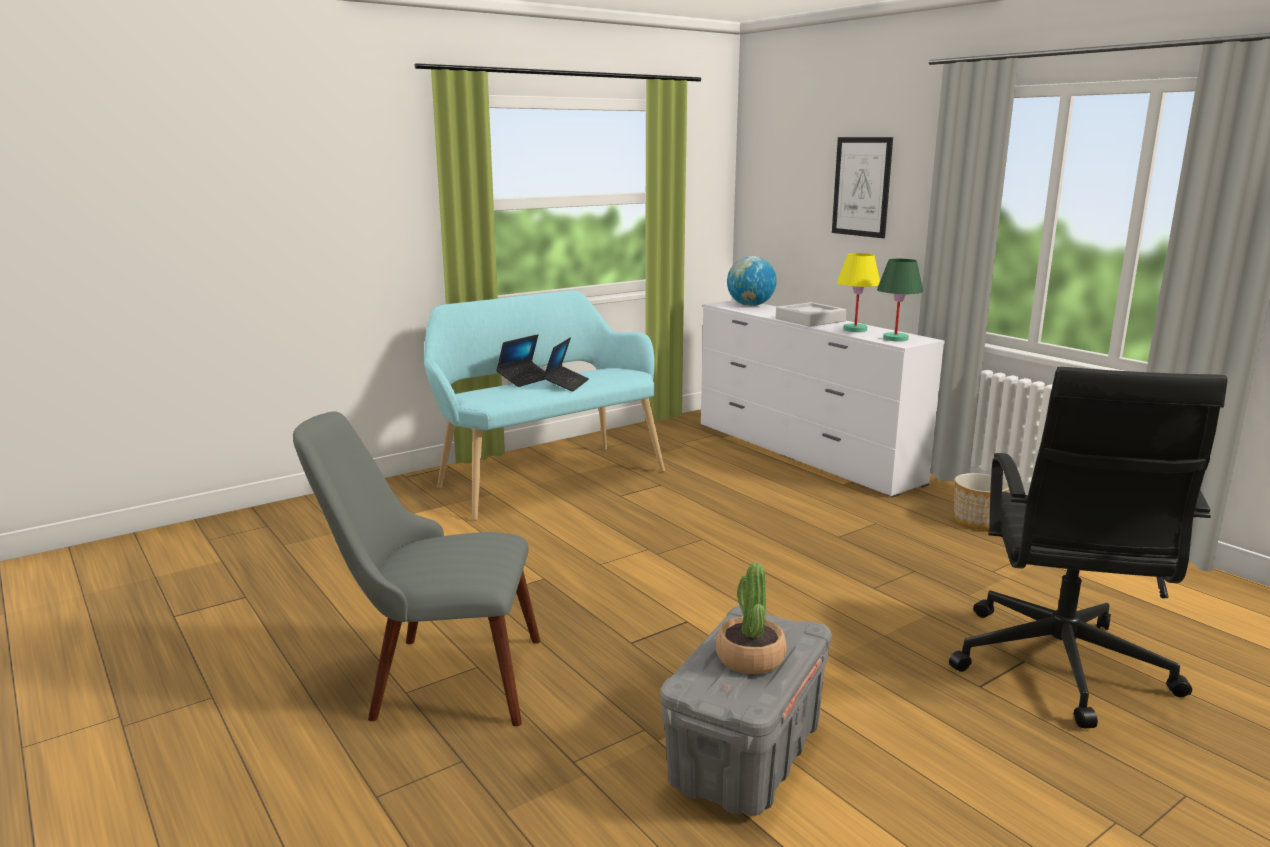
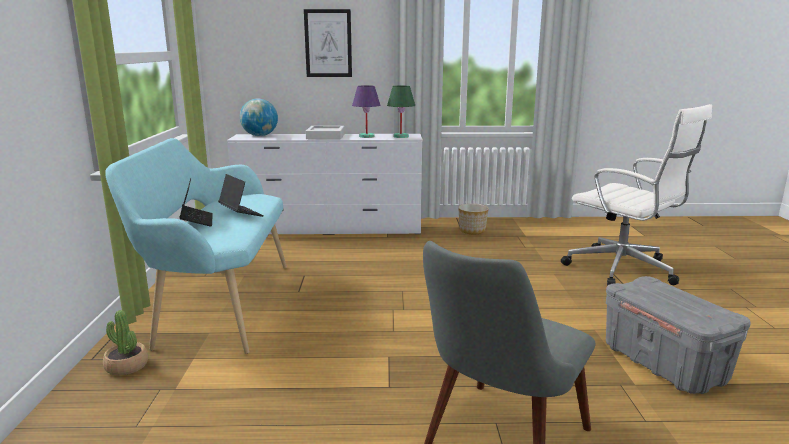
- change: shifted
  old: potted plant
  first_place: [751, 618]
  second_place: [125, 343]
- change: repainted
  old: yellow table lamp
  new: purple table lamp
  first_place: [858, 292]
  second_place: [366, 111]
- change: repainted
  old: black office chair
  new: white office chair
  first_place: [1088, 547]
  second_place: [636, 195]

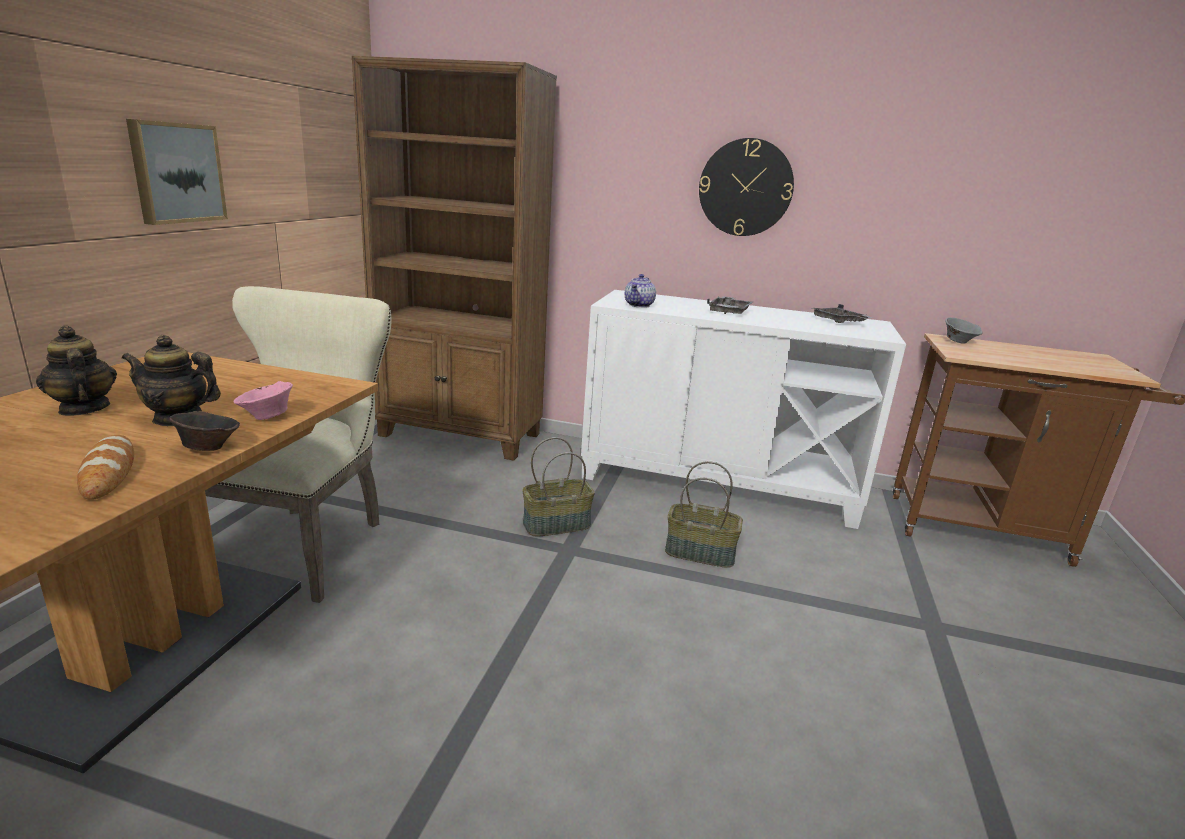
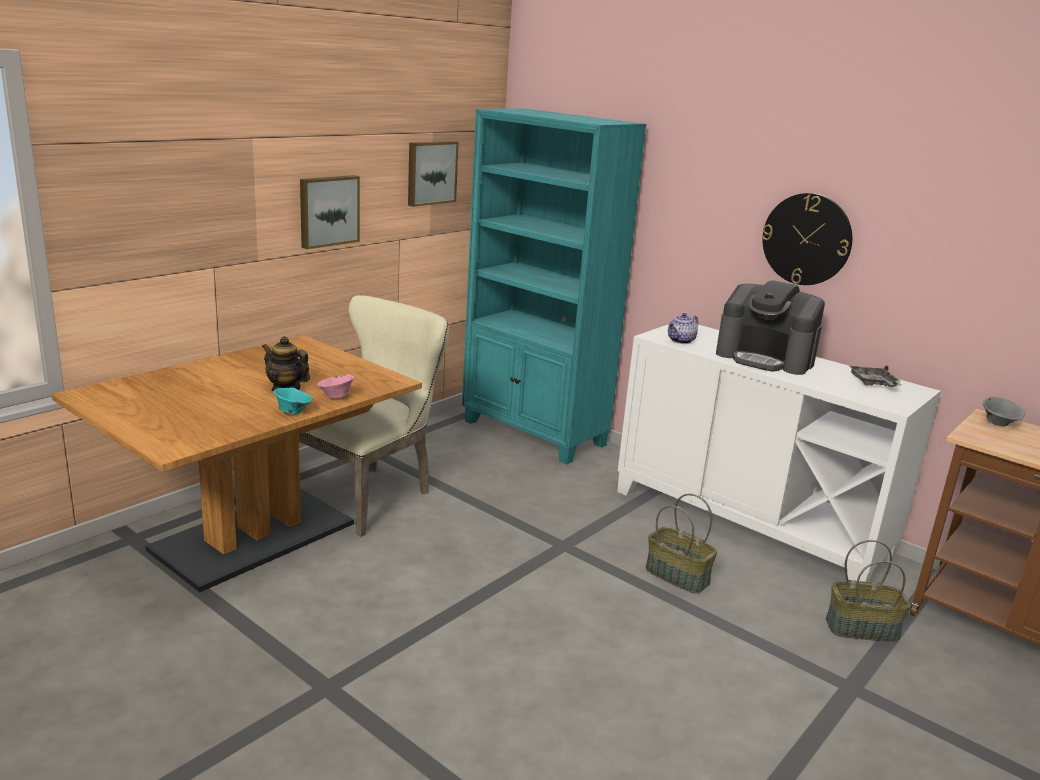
- change: gone
  old: teapot
  first_place: [76, 370]
- change: gone
  old: bread
  first_place: [105, 467]
- change: new
  new: picture
  second_place: [433, 174]
- change: shifted
  old: basket
  first_place: [558, 486]
  second_place: [868, 591]
- change: swapped
  old: grey tray
  new: coffee machine
  first_place: [730, 305]
  second_place: [770, 327]
- change: repainted
  old: brown bowl
  new: turquoise bowl
  first_place: [204, 431]
  second_place: [293, 400]
- change: repainted
  old: brown bookcase
  new: turquoise bookcase
  first_place: [454, 258]
  second_place: [554, 286]

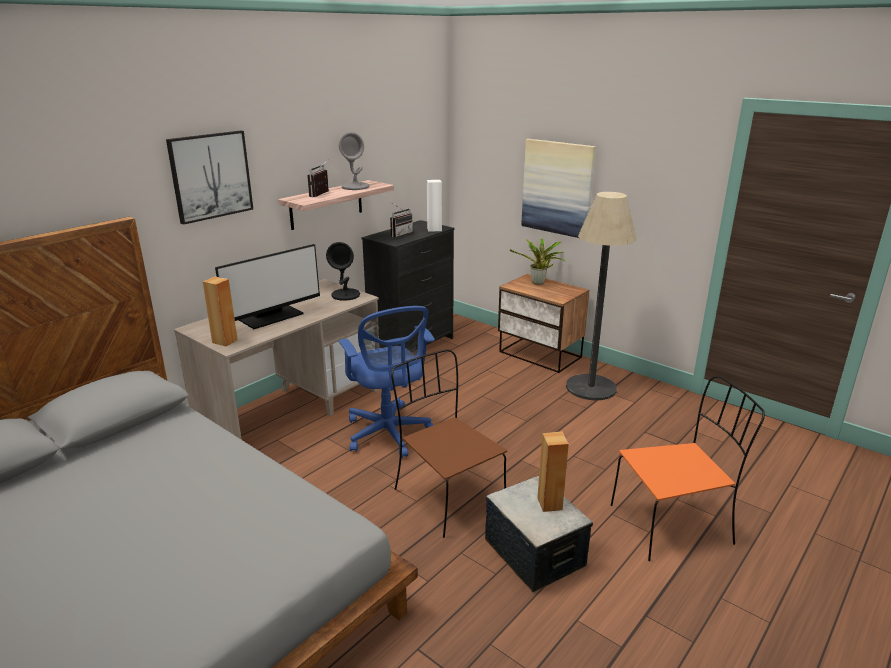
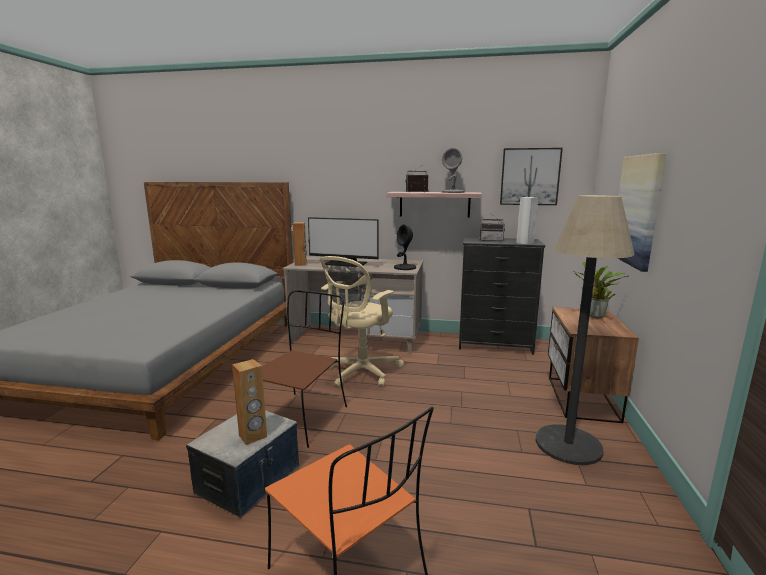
- change: shifted
  old: picture
  first_place: [209, 178]
  second_place: [531, 176]
- change: repainted
  old: blue office chair
  new: beige office chair
  first_place: [387, 382]
  second_place: [362, 321]

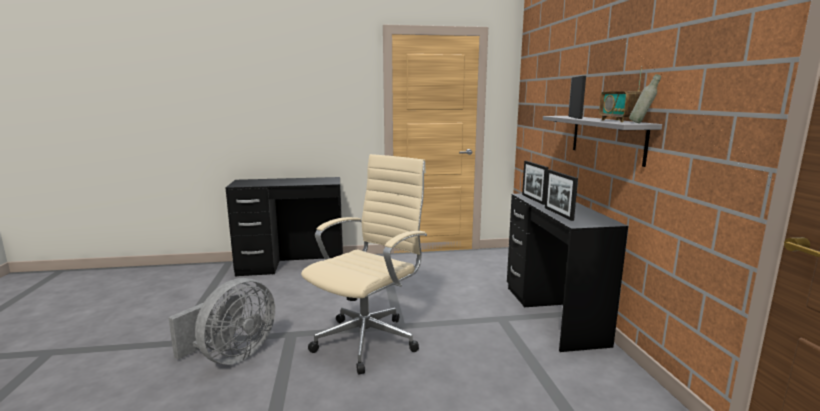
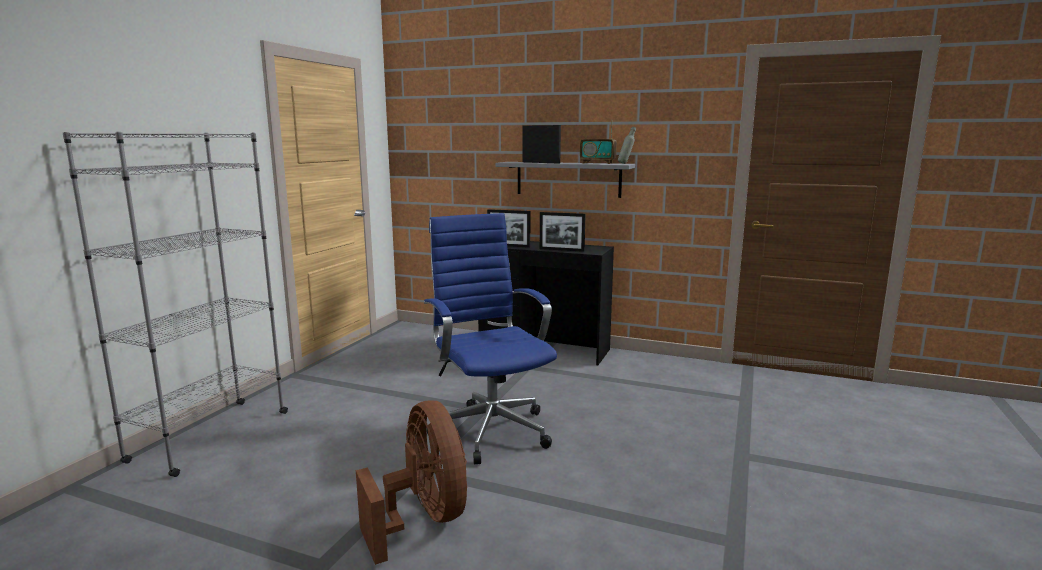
- change: swapped
  old: black desk
  new: grey bookcase
  first_place: [284, 226]
  second_place: [175, 304]
- change: repainted
  old: grey fan
  new: brown fan
  first_place: [221, 321]
  second_place: [411, 482]
- change: repainted
  old: beige office chair
  new: blue office chair
  first_place: [364, 264]
  second_place: [490, 338]

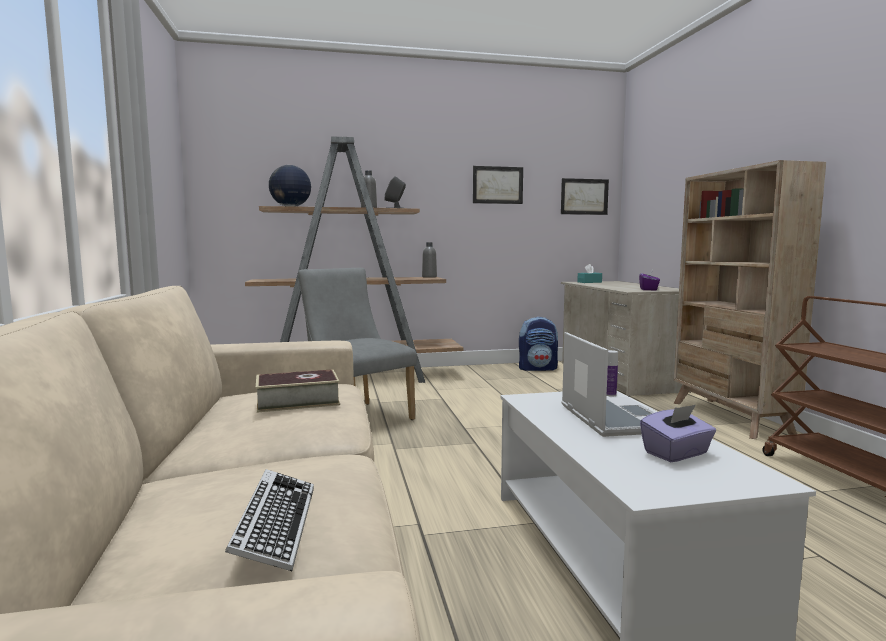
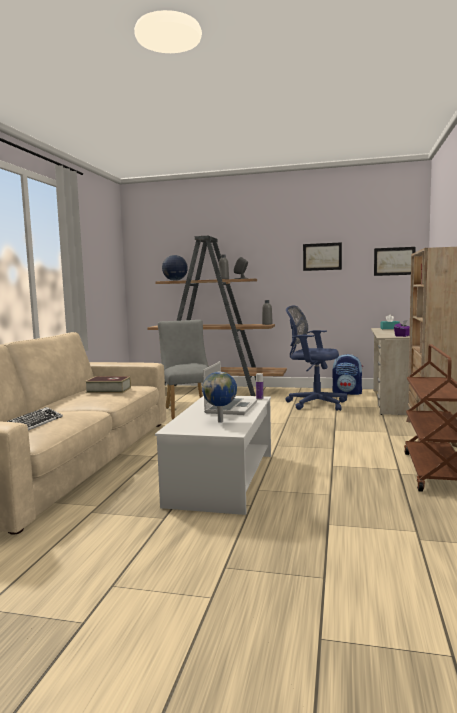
- change: new
  new: blue office chair
  second_place: [316, 358]
- change: swapped
  old: purple tissue box
  new: globe
  first_place: [678, 433]
  second_place: [219, 397]

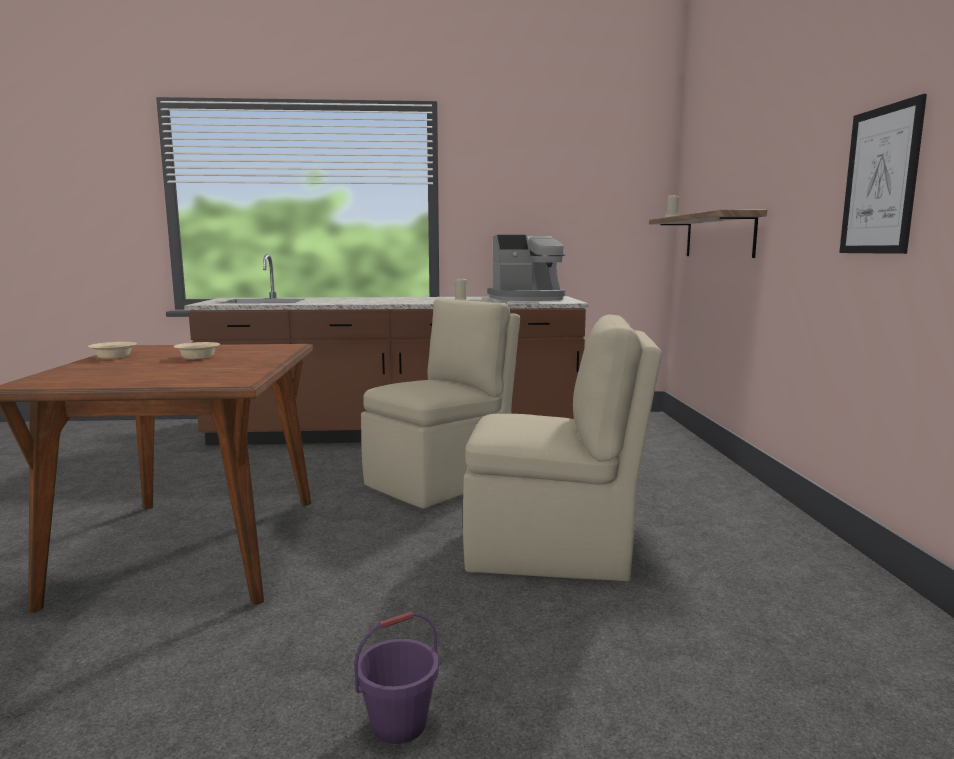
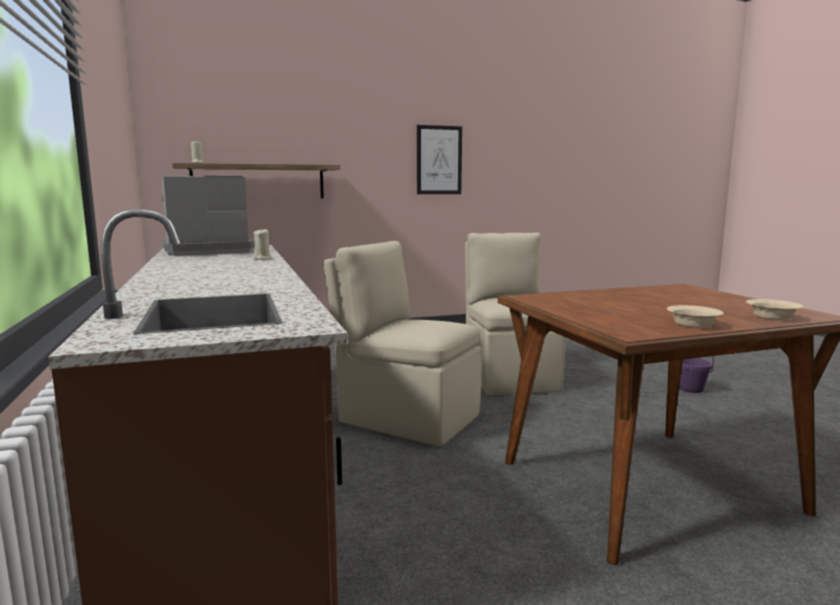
- change: shifted
  old: beige bowl
  first_place: [197, 350]
  second_place: [774, 309]
- change: rotated
  old: coffee machine
  first_place: [526, 268]
  second_place: [208, 216]
  degrees: -90

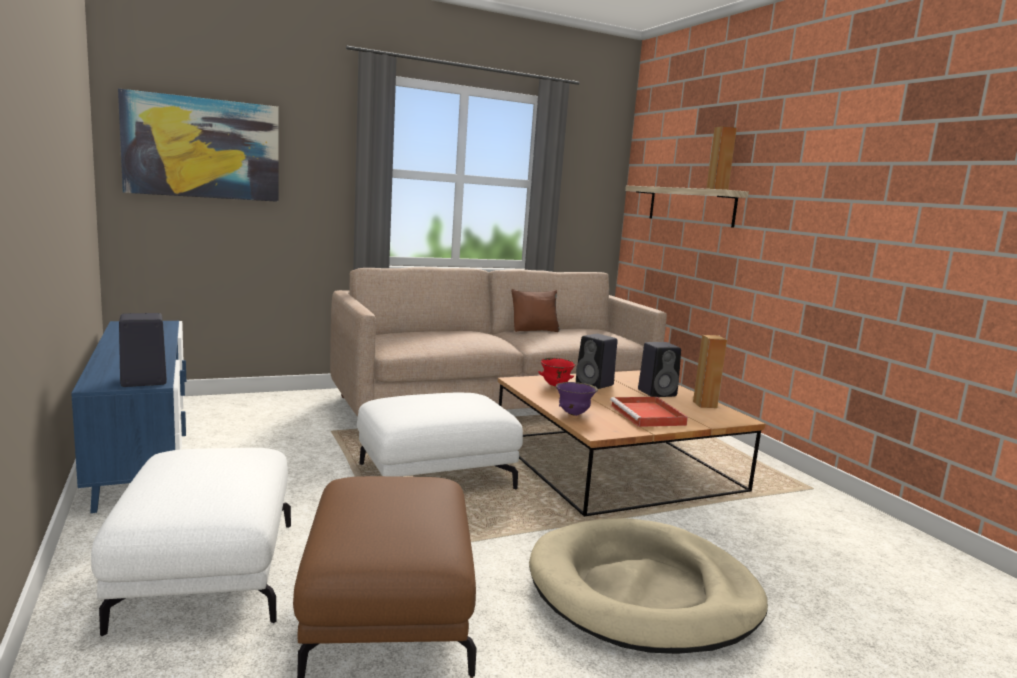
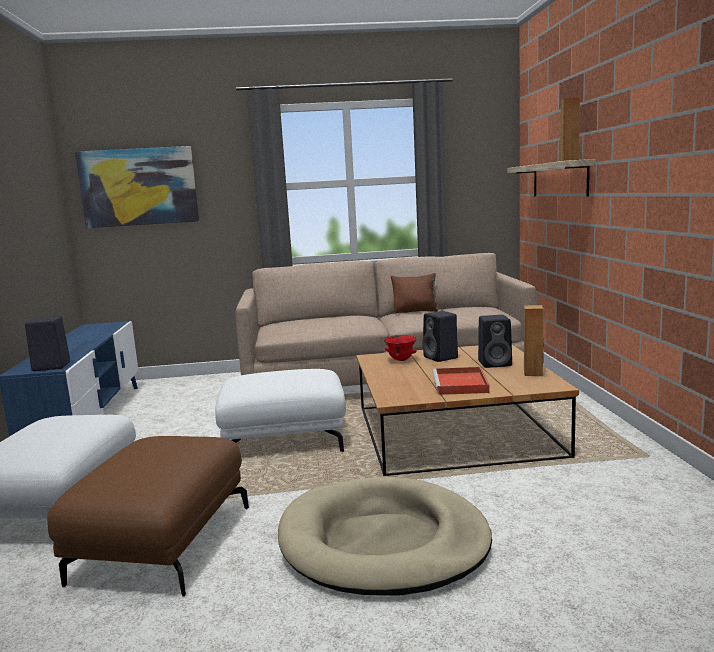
- change: gone
  old: purple bowl
  first_place: [577, 399]

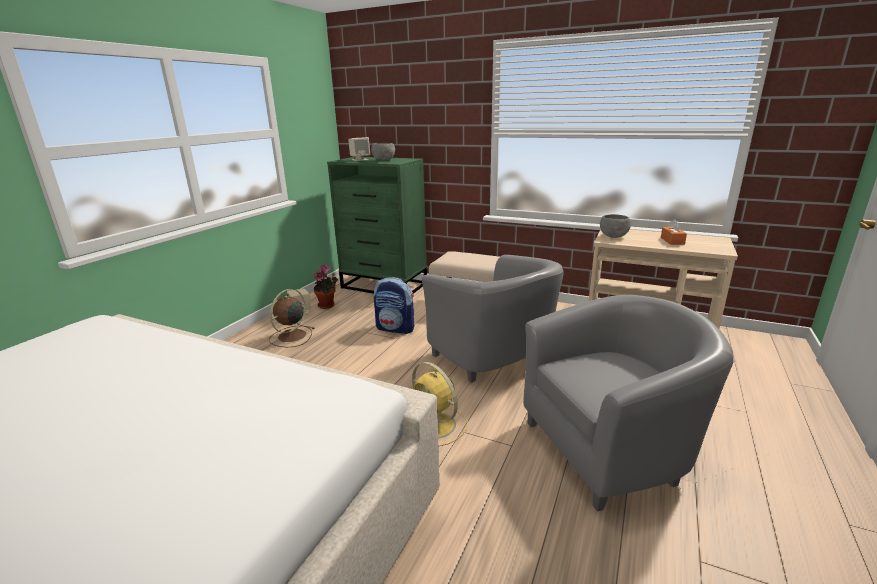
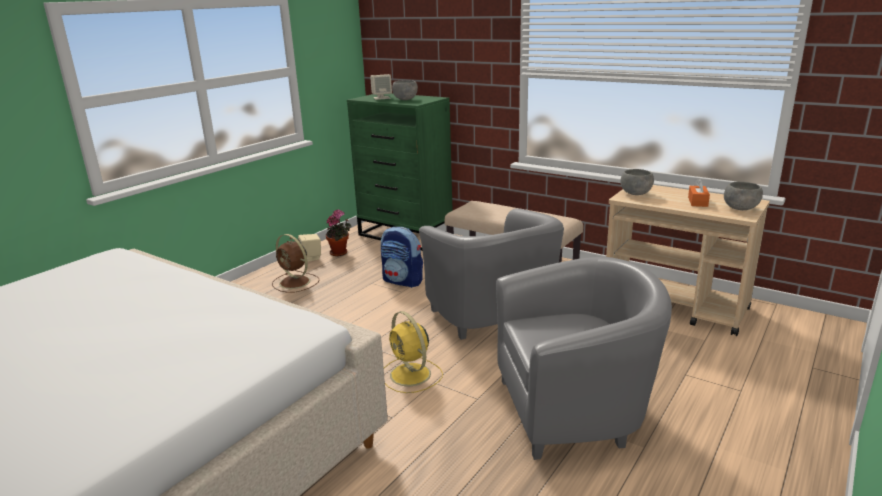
- change: new
  new: grey bowl
  second_place: [743, 196]
- change: rotated
  old: brown fan
  first_place: [291, 318]
  second_place: [295, 263]
  degrees: -90

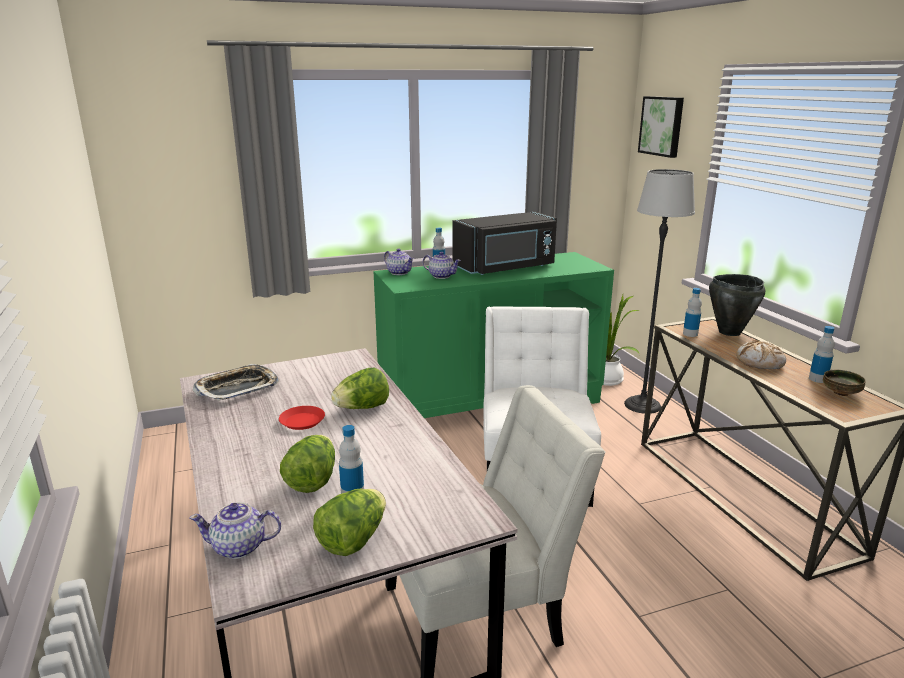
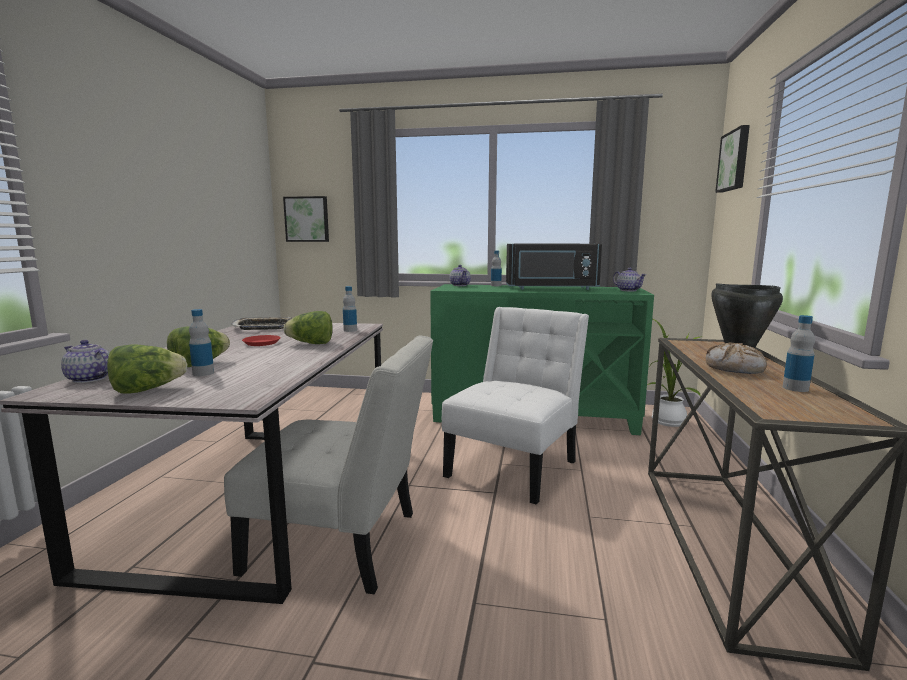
- change: gone
  old: floor lamp
  first_place: [659, 291]
- change: gone
  old: bowl
  first_place: [844, 383]
- change: new
  new: picture
  second_place: [306, 219]
- change: shifted
  old: teapot
  first_place: [442, 265]
  second_place: [630, 279]
- change: shifted
  old: bottle
  first_place: [692, 312]
  second_place: [350, 309]

